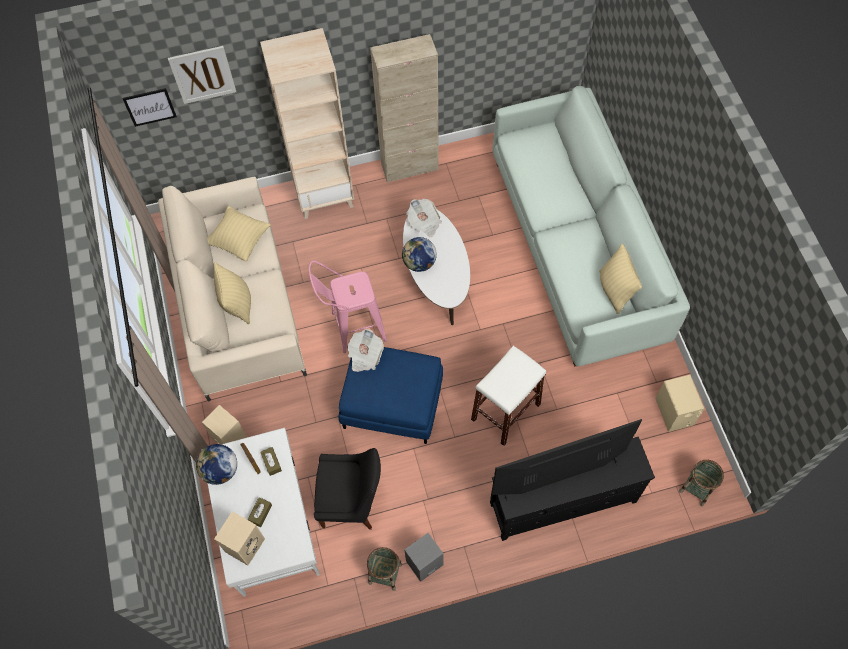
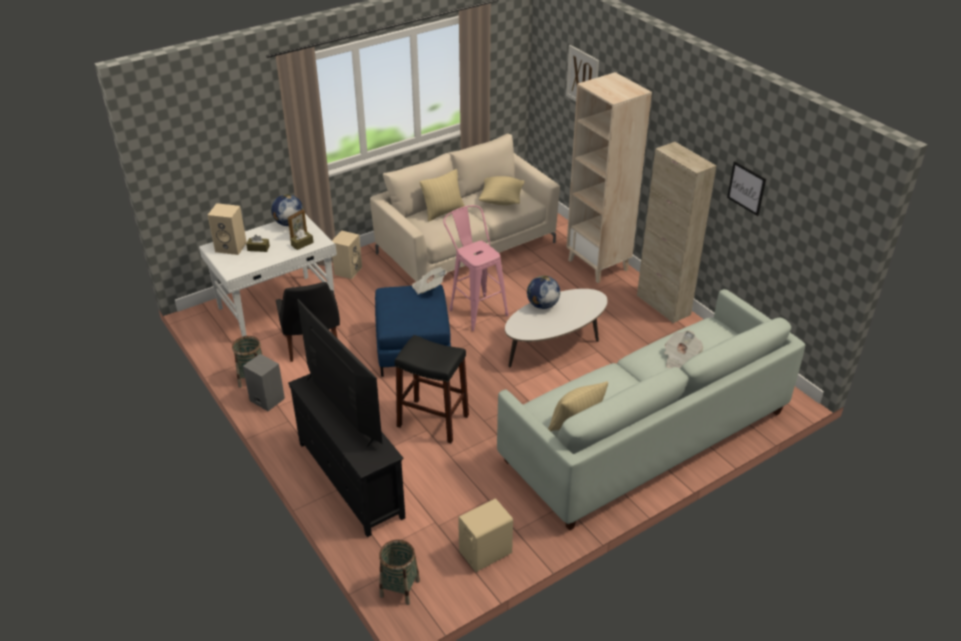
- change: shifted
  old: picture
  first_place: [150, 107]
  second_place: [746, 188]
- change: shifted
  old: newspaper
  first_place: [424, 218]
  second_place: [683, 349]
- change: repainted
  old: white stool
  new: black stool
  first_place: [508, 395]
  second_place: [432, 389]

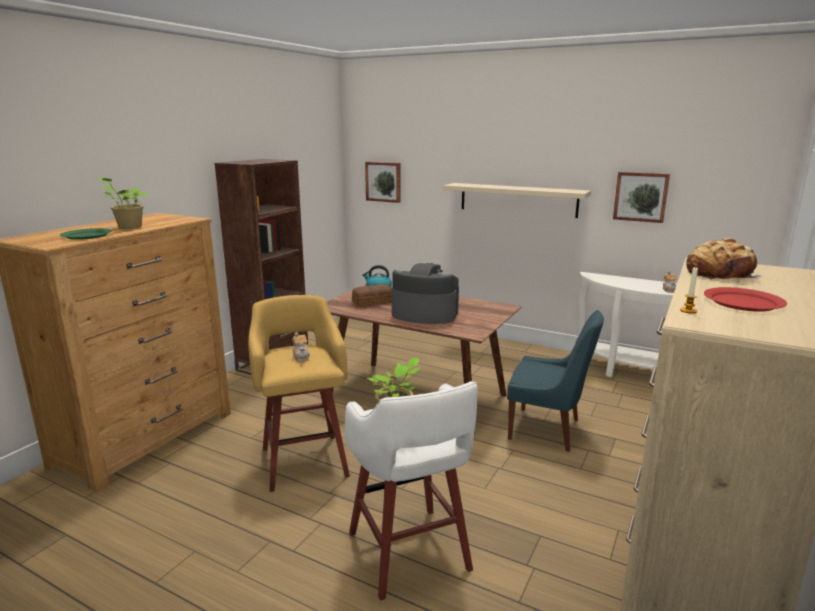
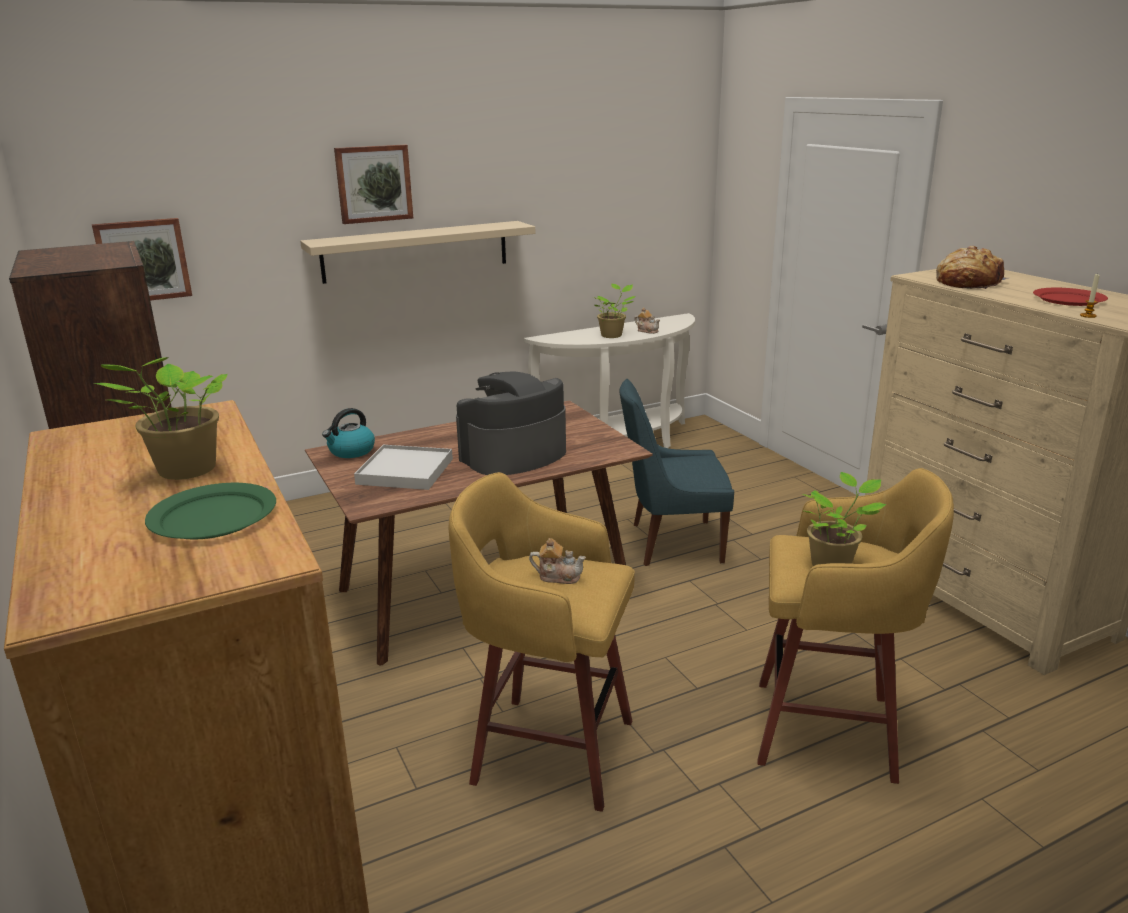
- change: new
  new: potted plant
  second_place: [614, 311]
- change: shifted
  old: picture
  first_place: [641, 197]
  second_place: [373, 184]
- change: swapped
  old: bread
  new: white tray
  first_place: [372, 295]
  second_place: [403, 467]
- change: repainted
  old: white stool
  new: yellow stool
  first_place: [411, 491]
  second_place: [855, 626]
- change: rotated
  old: blue chair
  first_place: [555, 381]
  second_place: [677, 472]
  degrees: -150

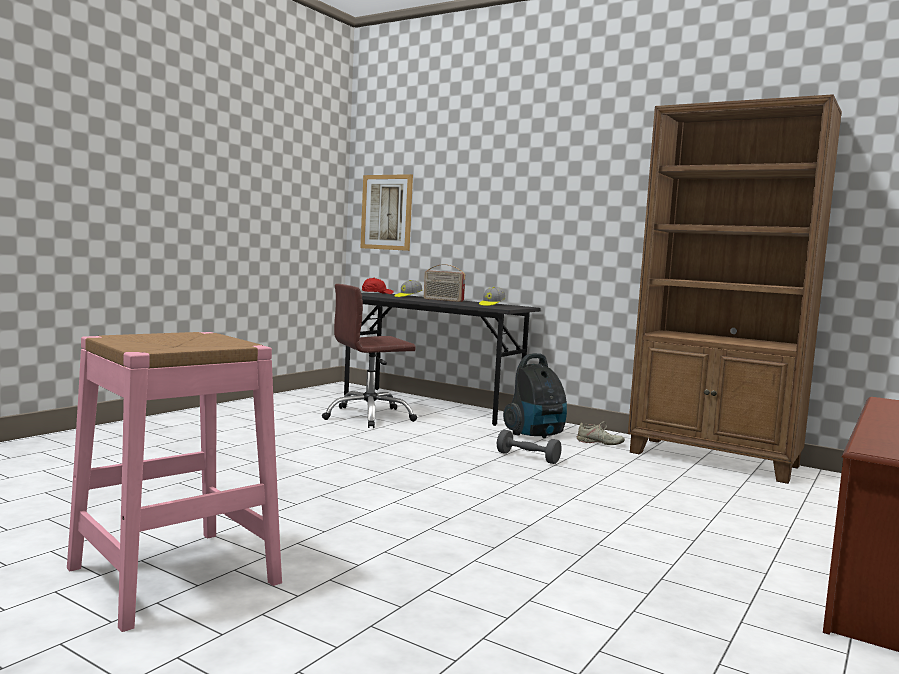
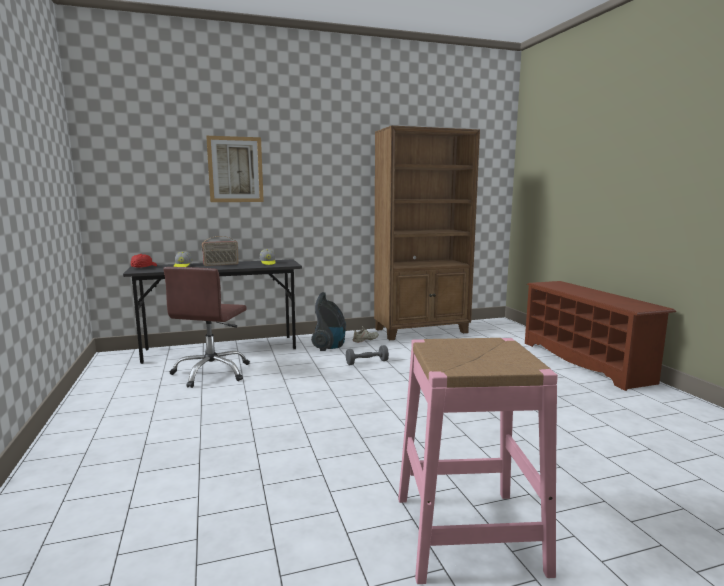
- change: shifted
  old: picture
  first_place: [387, 212]
  second_place: [235, 169]

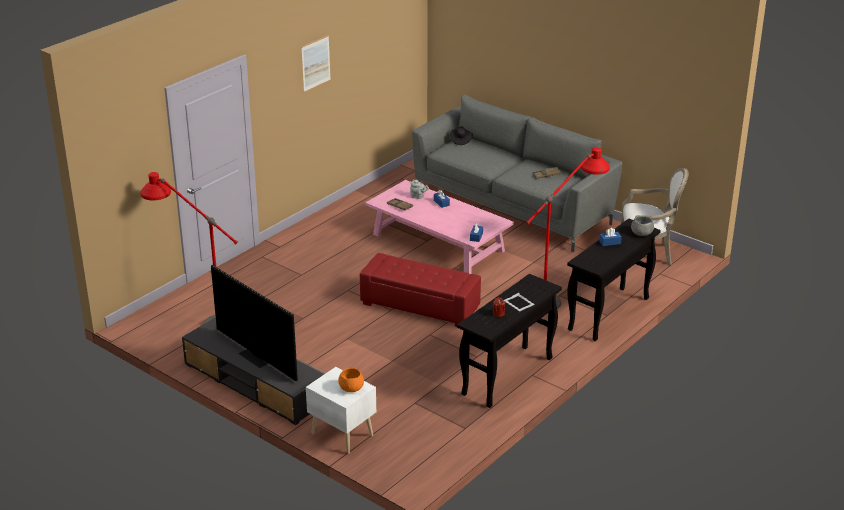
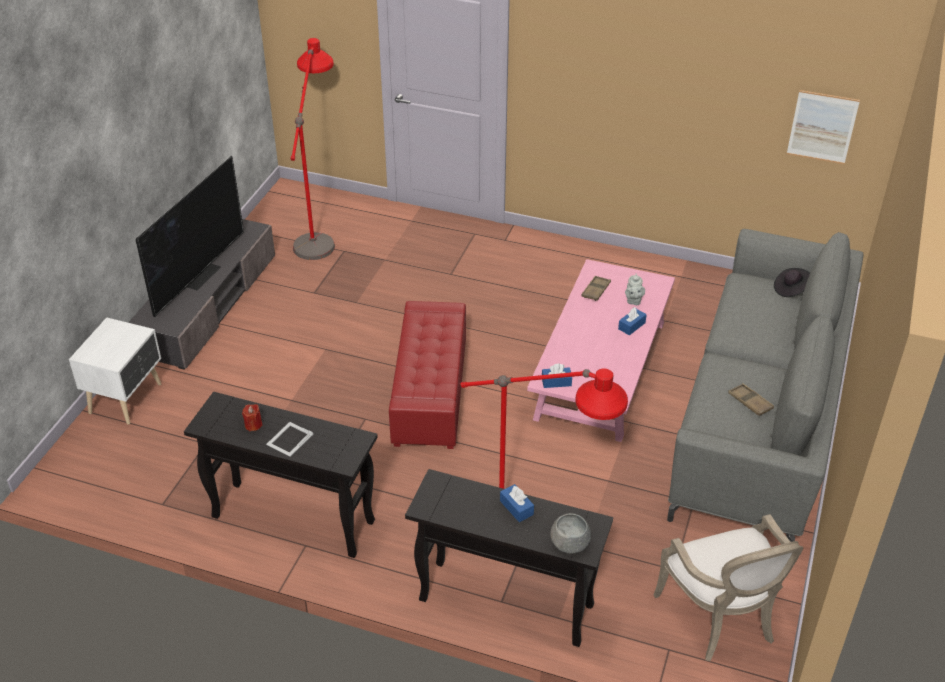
- change: gone
  old: orange bowl
  first_place: [351, 380]
- change: shifted
  old: picture
  first_place: [316, 64]
  second_place: [823, 127]

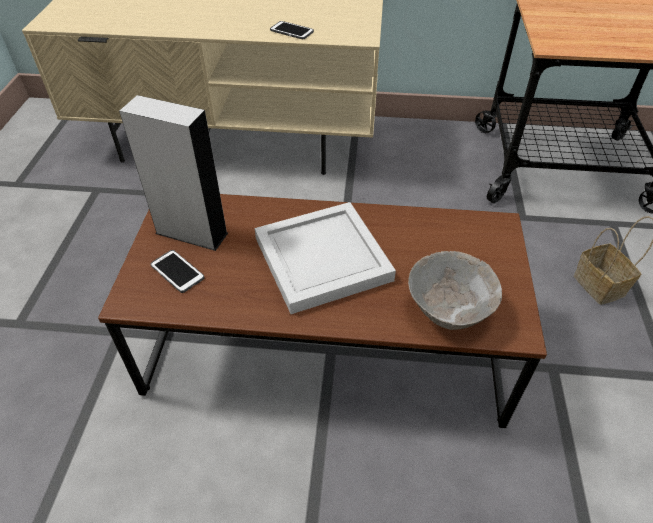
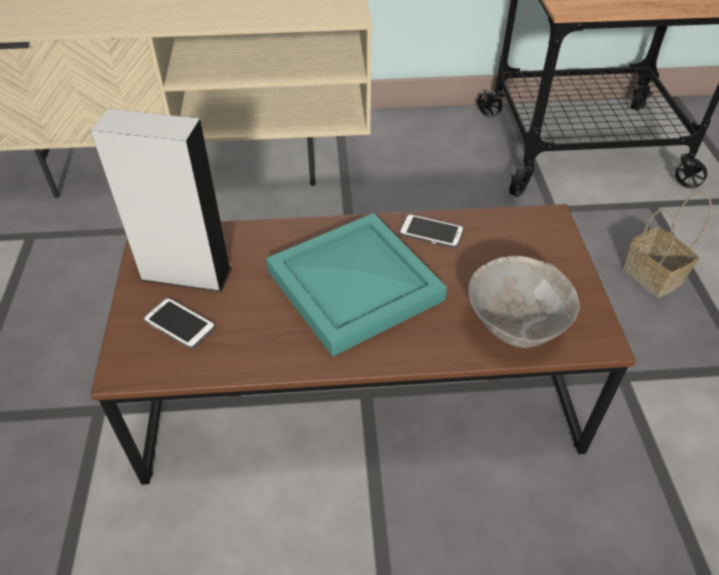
- change: shifted
  old: phone
  first_place: [292, 30]
  second_place: [431, 231]
- change: repainted
  old: white tray
  new: turquoise tray
  first_place: [325, 258]
  second_place: [356, 285]

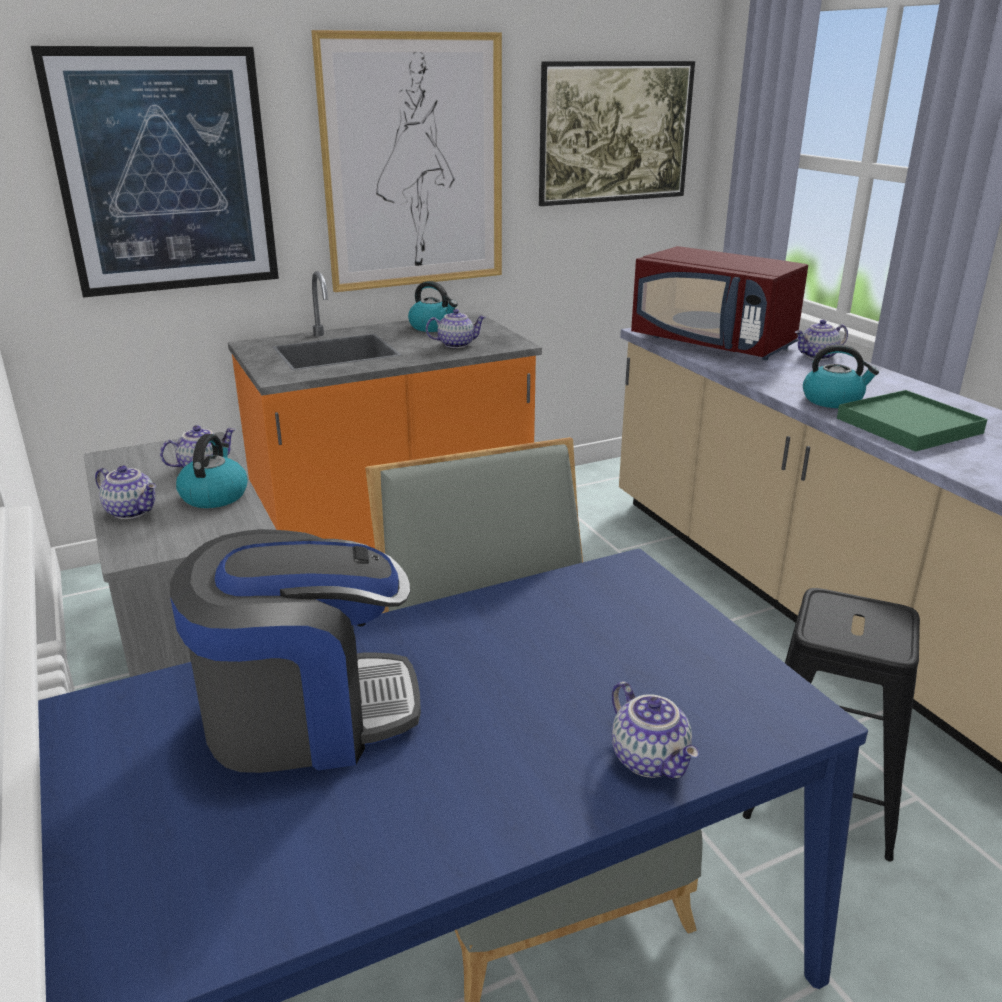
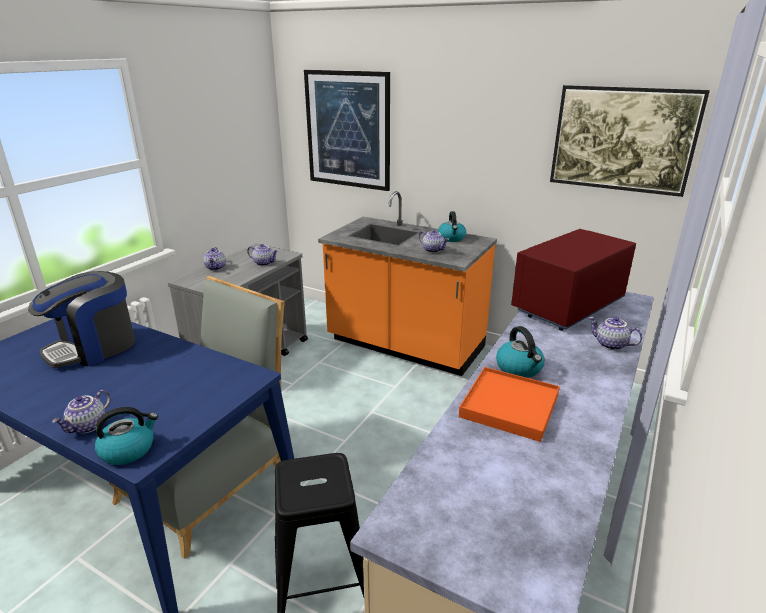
- change: gone
  old: picture
  first_place: [406, 161]
- change: shifted
  old: kettle
  first_place: [212, 471]
  second_place: [126, 436]
- change: repainted
  old: green tray
  new: orange tray
  first_place: [912, 421]
  second_place: [509, 404]
- change: rotated
  old: coffee machine
  first_place: [295, 651]
  second_place: [81, 320]
  degrees: 90
- change: rotated
  old: red microwave
  first_place: [719, 303]
  second_place: [573, 280]
  degrees: 45

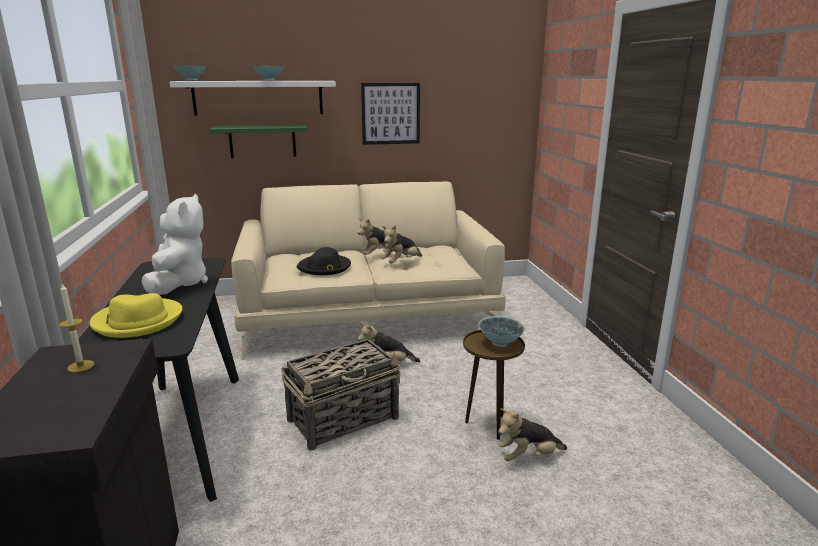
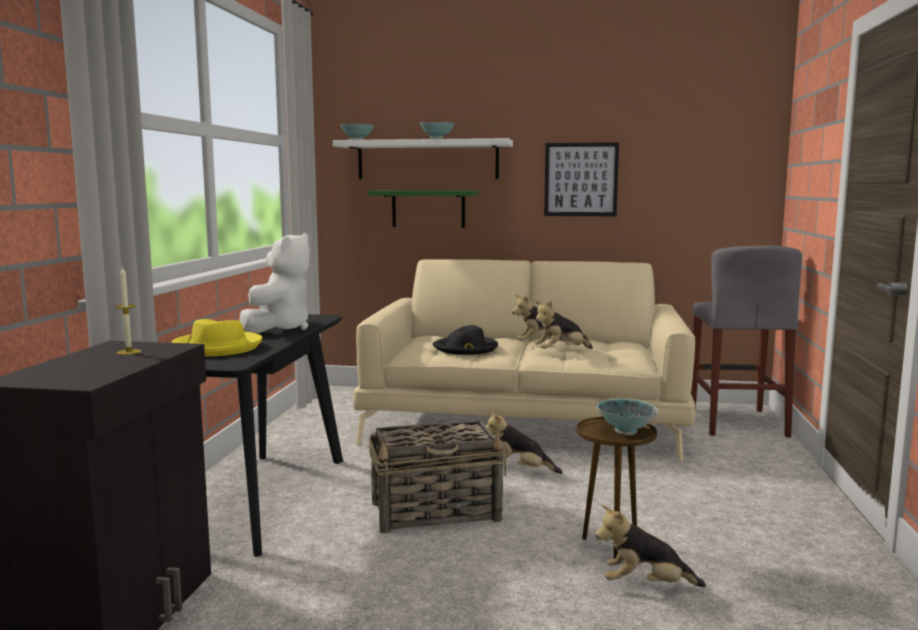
- change: new
  new: grey stool
  second_place: [746, 341]

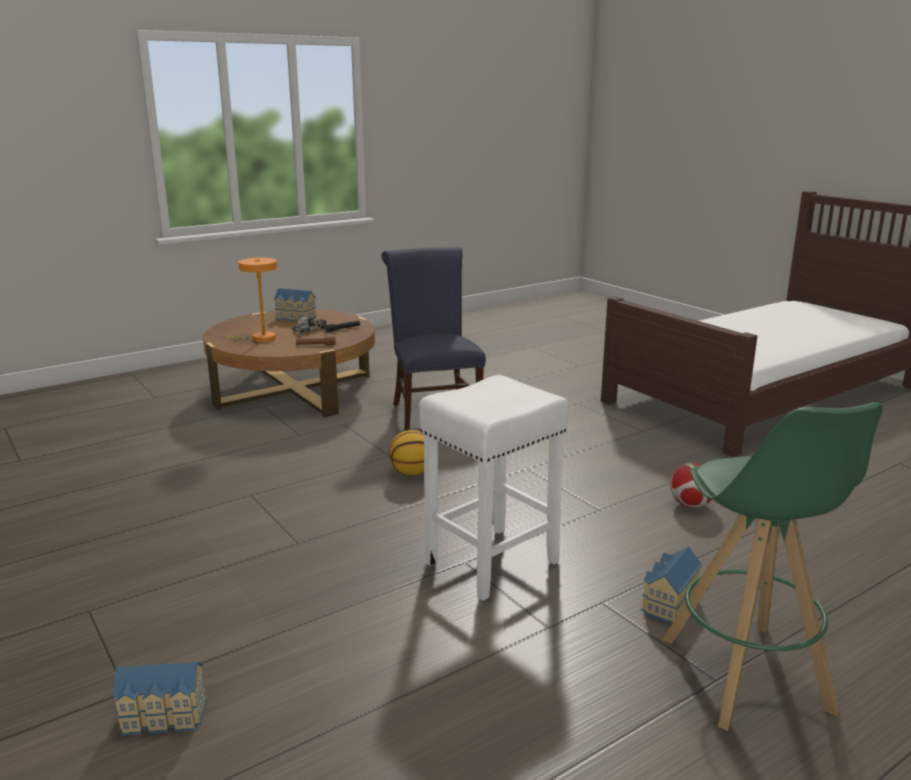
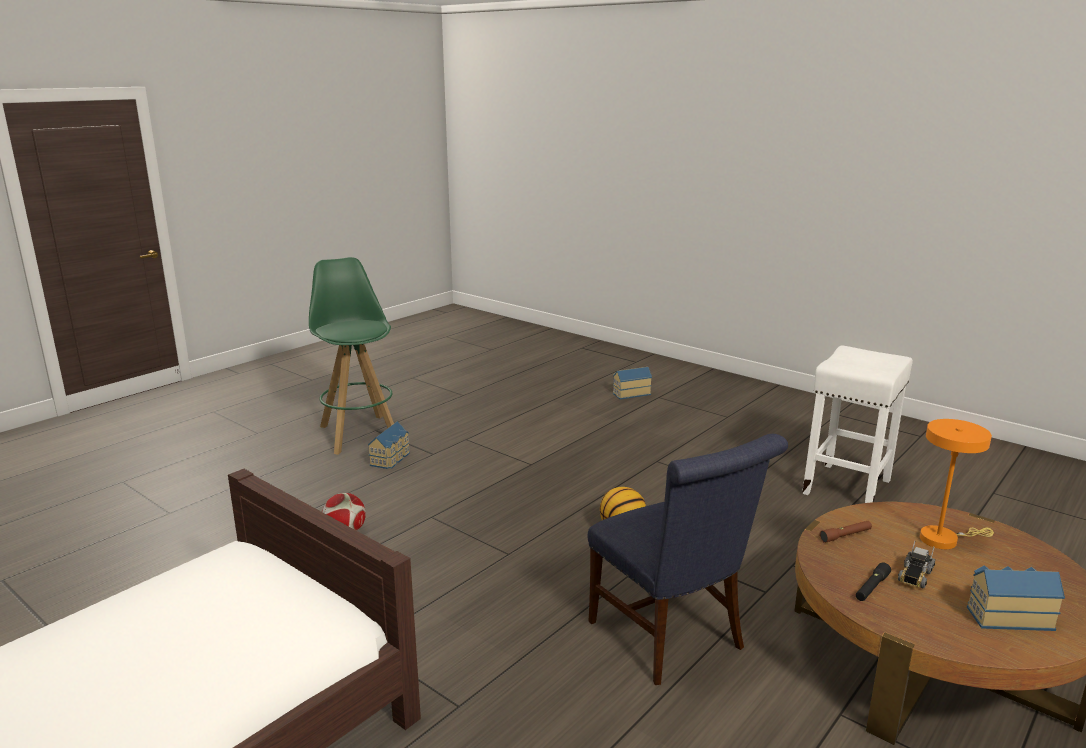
- change: shifted
  old: white stool
  first_place: [494, 488]
  second_place: [857, 424]

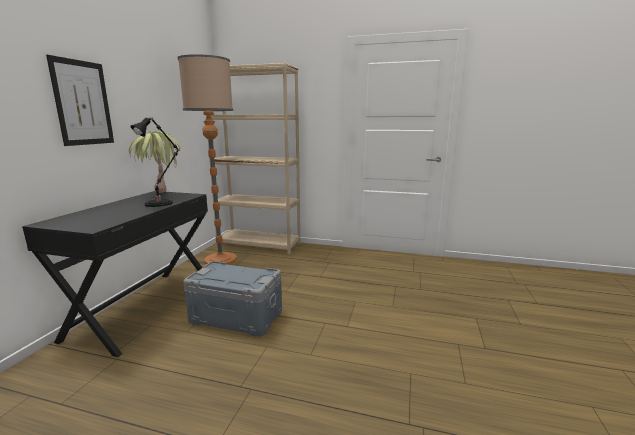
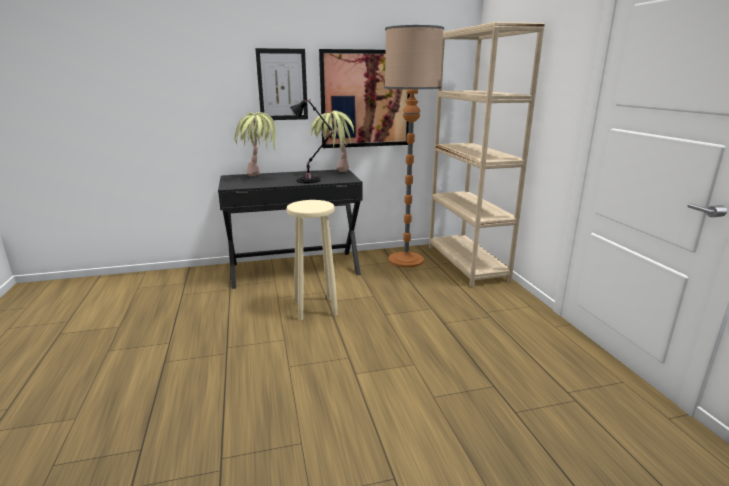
- change: new
  new: potted plant
  second_place: [255, 144]
- change: new
  new: picture
  second_place: [364, 98]
- change: swapped
  old: grey storage box
  new: beige stool
  first_place: [233, 299]
  second_place: [312, 260]

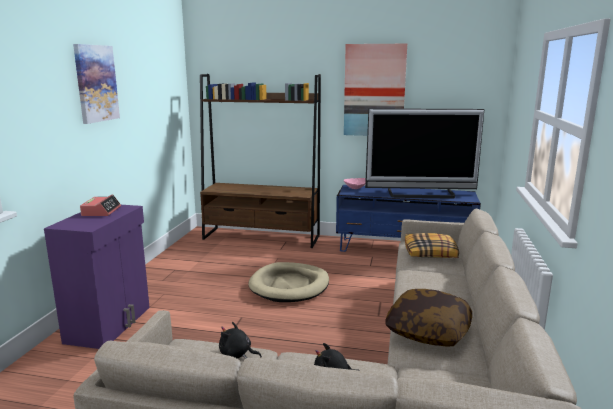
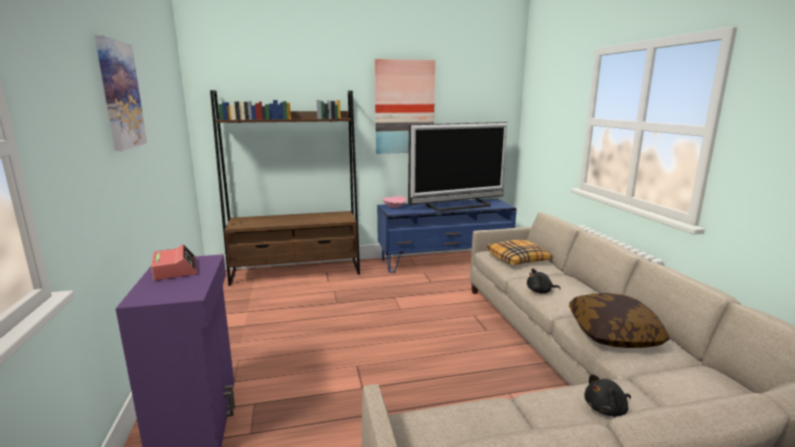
- change: gone
  old: beige dog bed
  first_place: [289, 282]
- change: shifted
  old: black plush toy
  first_place: [240, 340]
  second_place: [543, 281]

